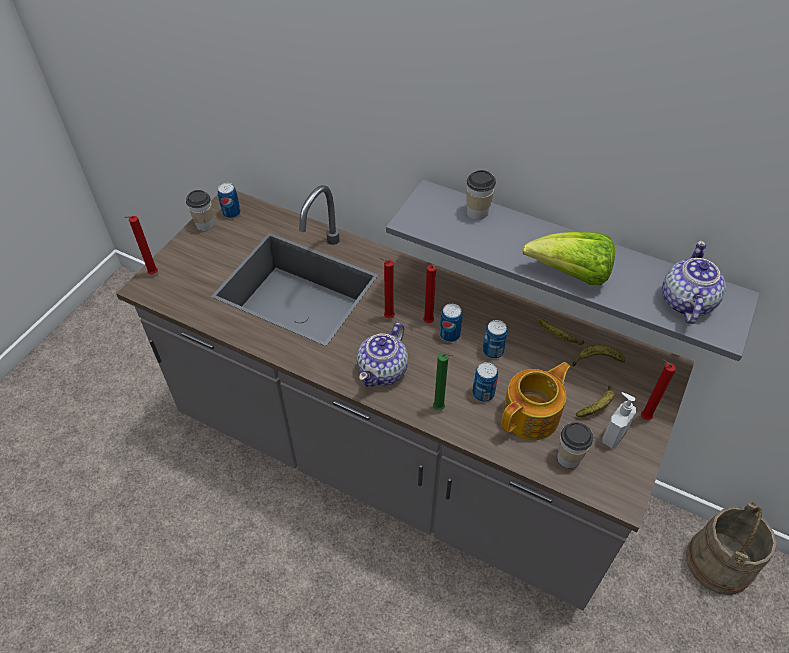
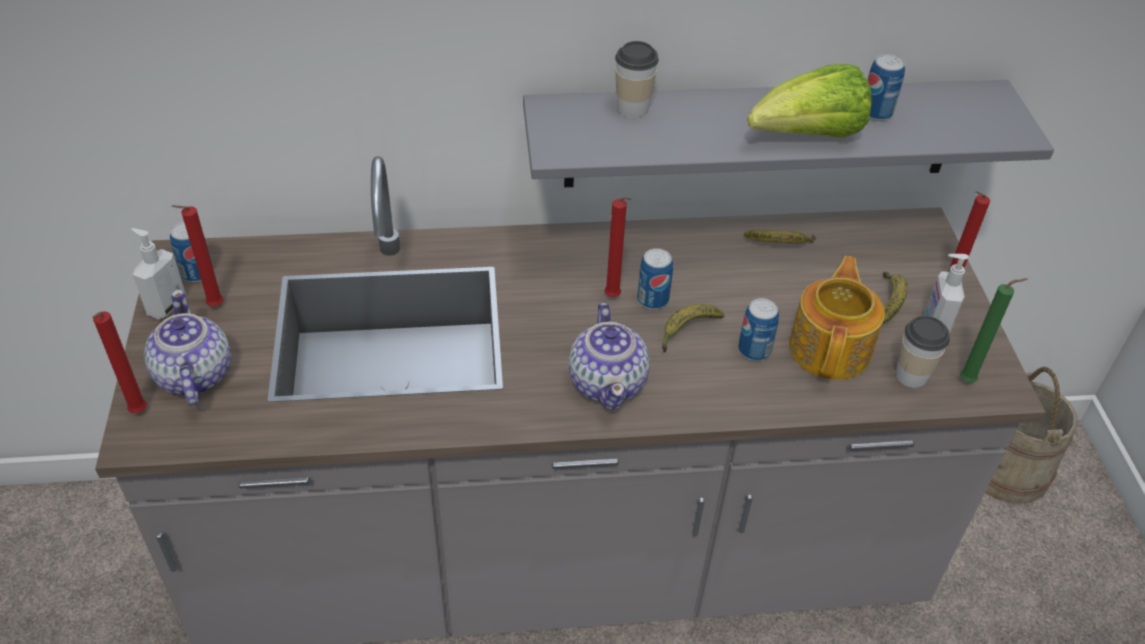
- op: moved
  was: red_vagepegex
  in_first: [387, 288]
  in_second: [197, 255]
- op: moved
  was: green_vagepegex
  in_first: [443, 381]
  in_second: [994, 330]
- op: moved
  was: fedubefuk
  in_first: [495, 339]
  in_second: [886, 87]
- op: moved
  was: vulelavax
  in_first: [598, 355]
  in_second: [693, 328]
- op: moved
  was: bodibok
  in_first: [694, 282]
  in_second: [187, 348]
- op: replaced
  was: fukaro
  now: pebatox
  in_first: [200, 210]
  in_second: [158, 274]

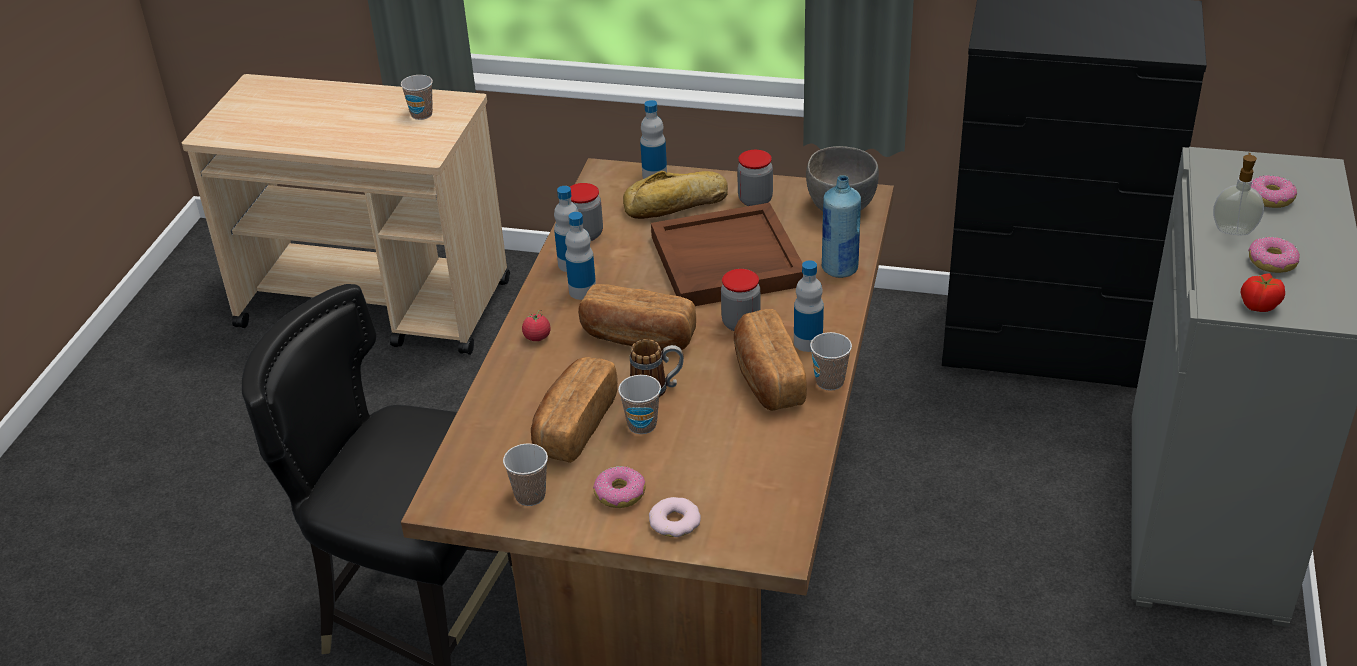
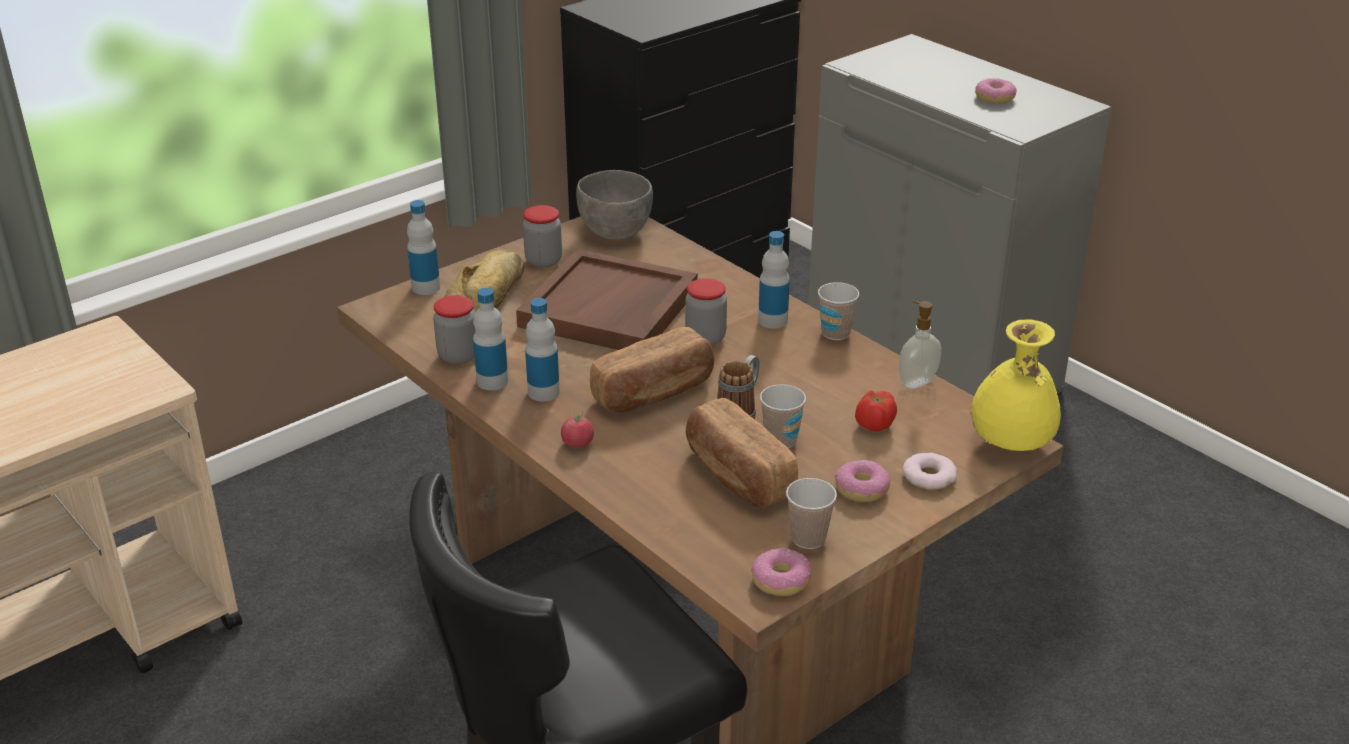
- op: removed
  was: fukaro
  in_first: [417, 97]
- op: removed
  was: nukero
  in_first: [770, 360]
- op: removed
  was: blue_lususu
  in_first: [841, 226]
- op: added
  now: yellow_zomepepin
  in_second: [1015, 385]
- op: moved
  was: pebatox
  in_first: [1238, 194]
  in_second: [920, 345]
- op: moved
  was: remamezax
  in_first: [1263, 293]
  in_second: [876, 411]
- op: moved
  was: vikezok
  in_first: [1274, 191]
  in_second: [781, 572]

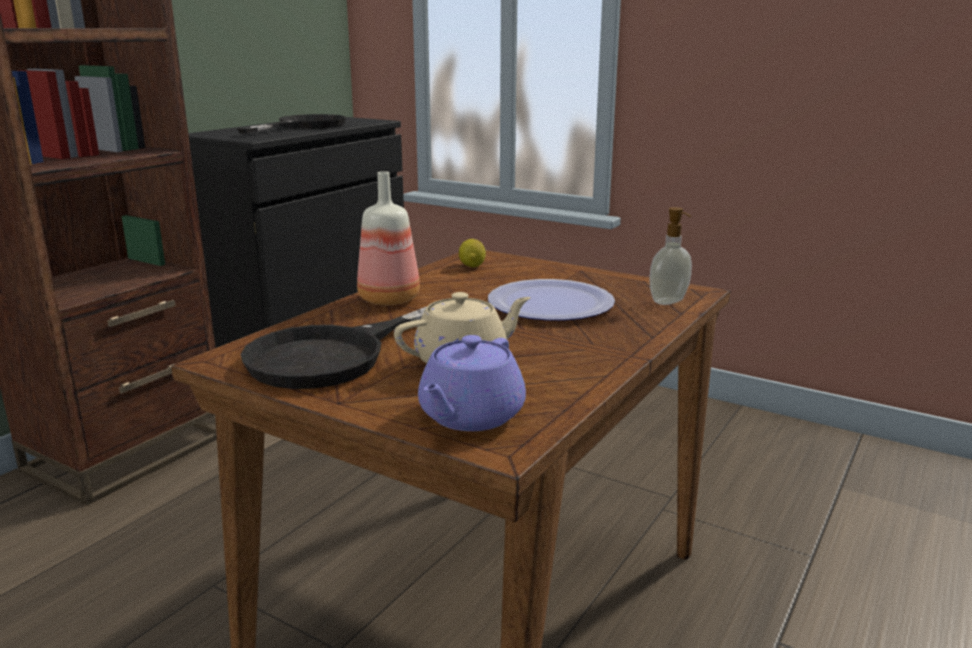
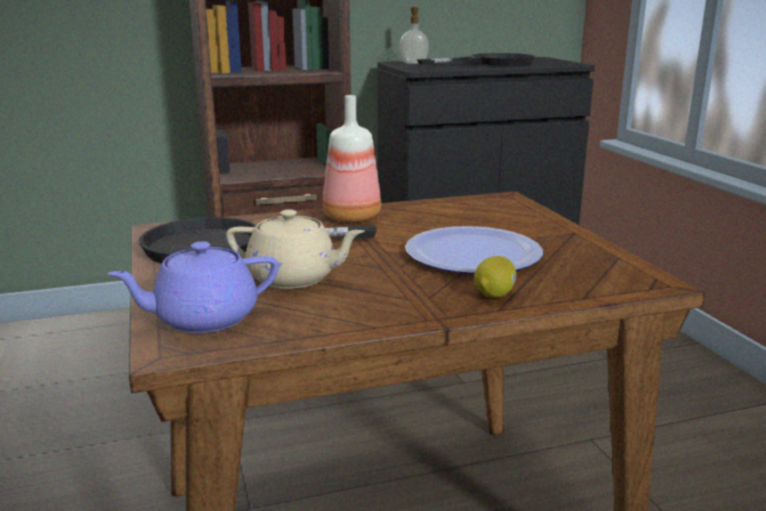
- op: moved
  was: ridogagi
  in_first: [472, 253]
  in_second: [495, 277]
- op: moved
  was: pebatox
  in_first: [671, 256]
  in_second: [414, 35]

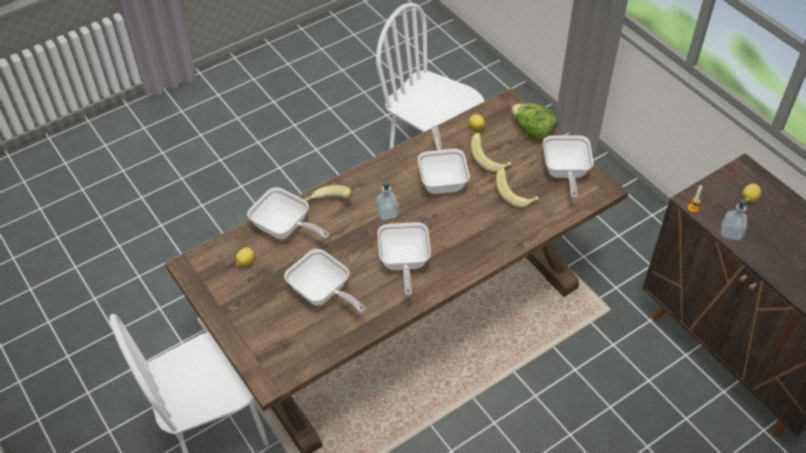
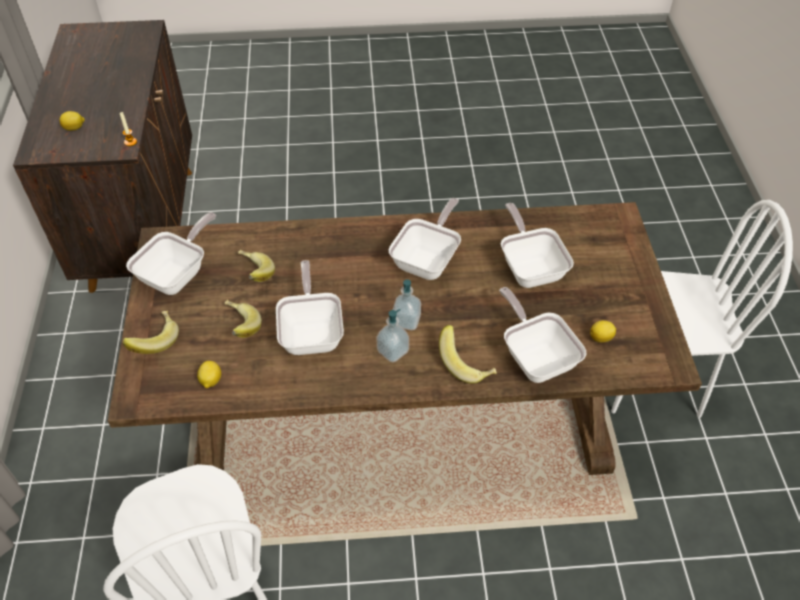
- op: moved
  was: pebatox
  in_first: [734, 220]
  in_second: [392, 335]
- op: replaced
  was: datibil
  now: vulelavax
  in_first: [534, 122]
  in_second: [151, 332]
- op: turned
  was: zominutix
  in_first: [444, 160]
  in_second: [310, 307]
  clockwise: 150

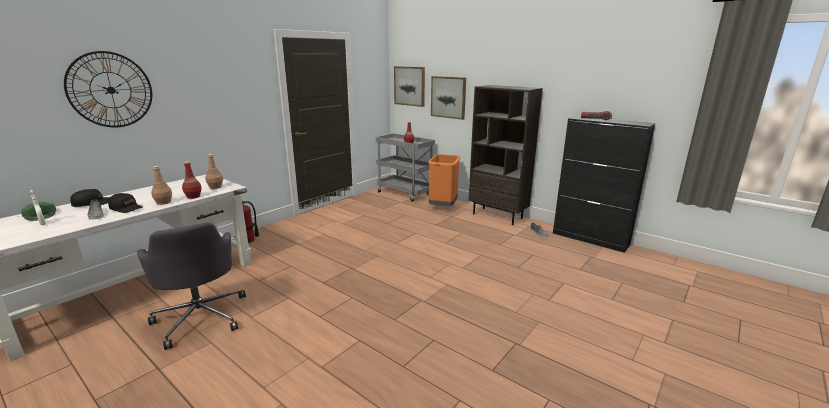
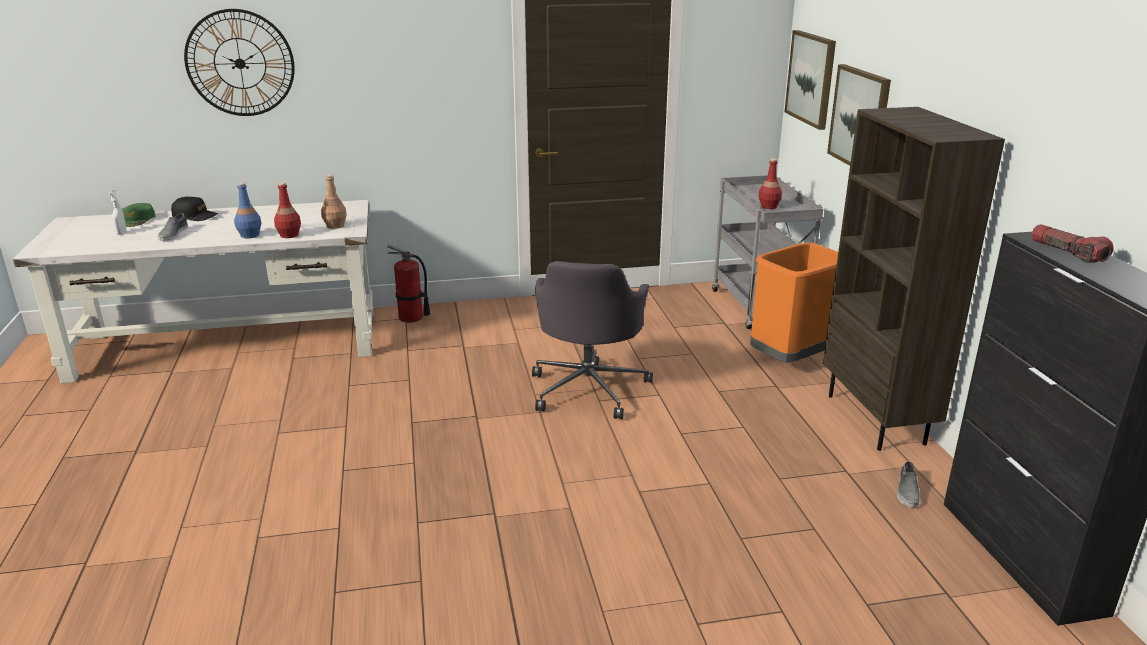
- op: removed
  was: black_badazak
  in_first: [125, 203]
- op: moved
  was: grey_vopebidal
  in_first: [191, 286]
  in_second: [592, 340]
- op: recoloured
  was: brown_lususu
  now: blue_lususu
  in_first: [161, 185]
  in_second: [248, 210]

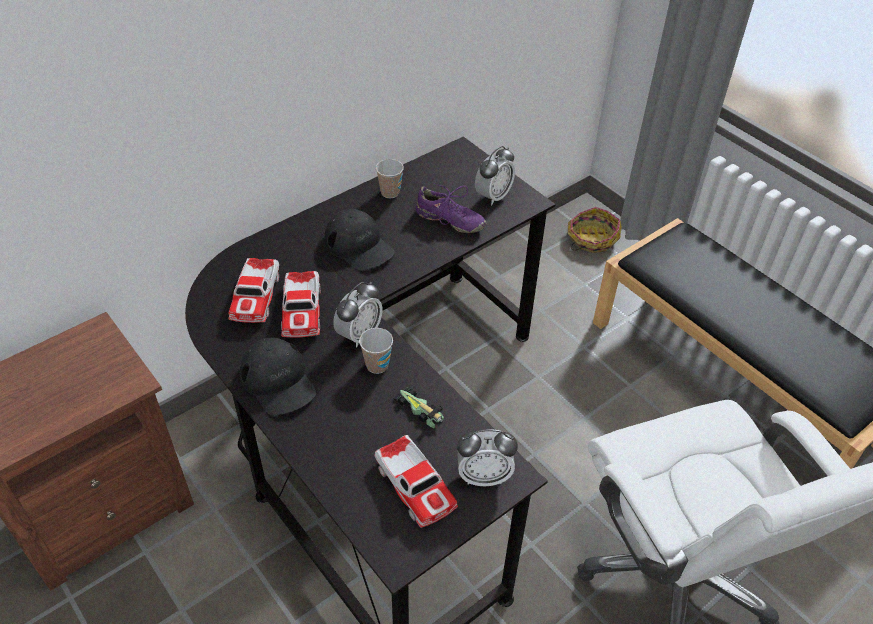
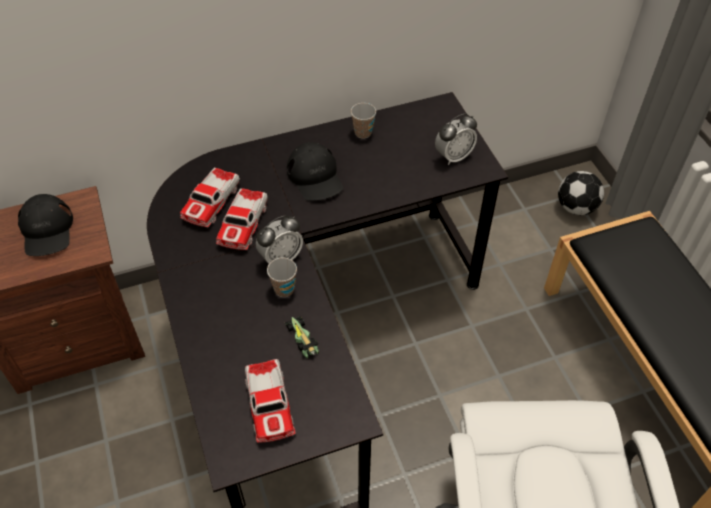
- op: removed
  was: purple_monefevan
  in_first: [451, 208]
- op: removed
  was: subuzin
  in_first: [487, 457]
- op: moved
  was: black_badazak
  in_first: [278, 376]
  in_second: [45, 225]
- op: replaced
  was: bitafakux
  now: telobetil
  in_first: [595, 230]
  in_second: [581, 193]

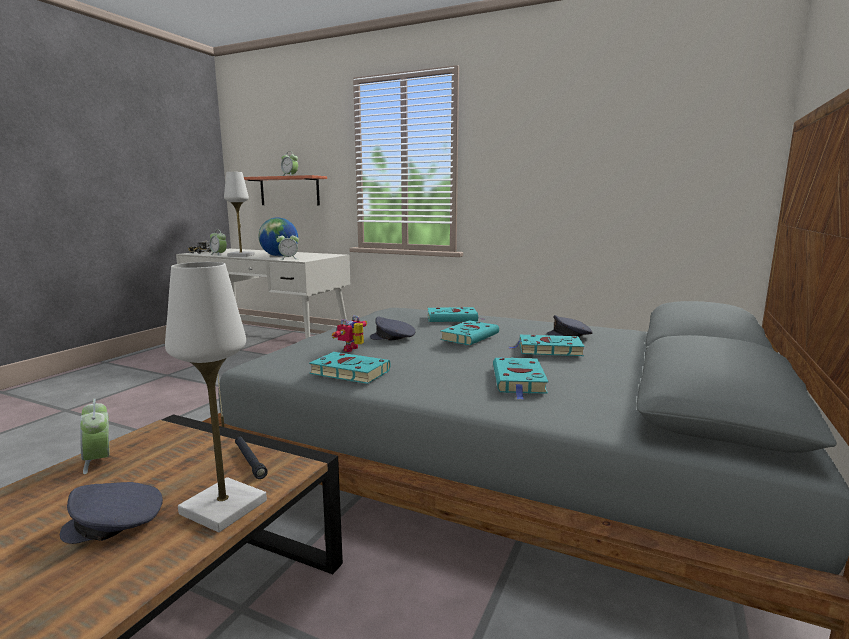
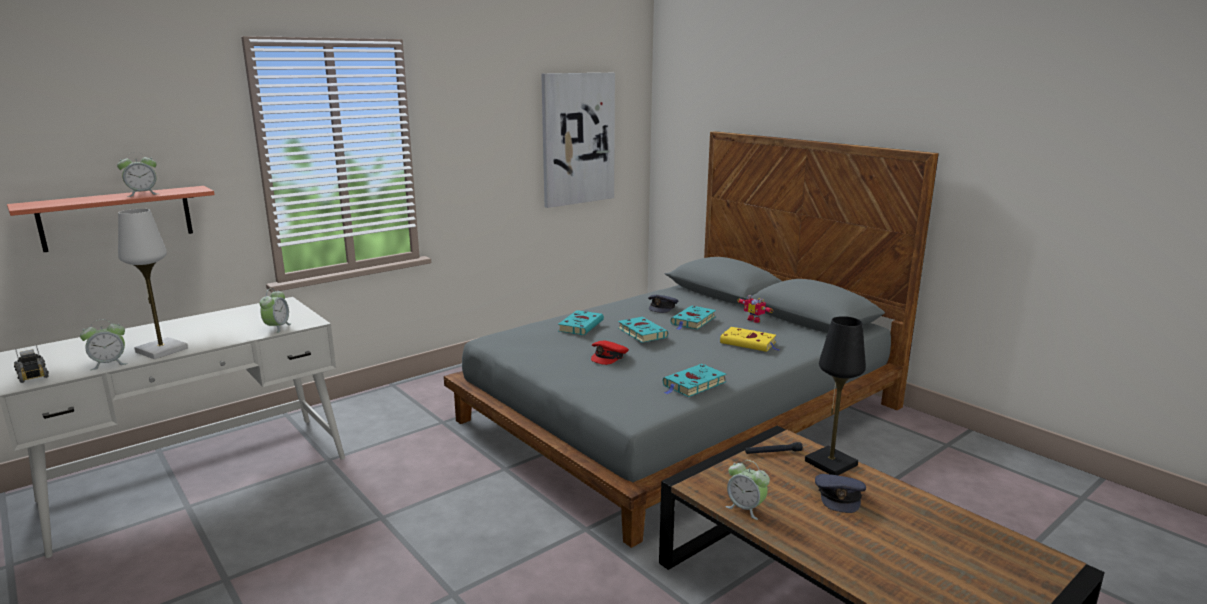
- op: removed
  was: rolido
  in_first: [278, 236]
- op: added
  now: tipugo
  in_second: [578, 140]
- op: moved
  was: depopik
  in_first: [349, 333]
  in_second: [755, 309]
- op: recoloured
  was: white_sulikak
  now: black_sulikak
  in_first: [216, 397]
  in_second: [835, 395]
- op: recoloured
  was: grey_badazak
  now: red_badazak
  in_first: [393, 328]
  in_second: [610, 353]
- op: recoloured
  was: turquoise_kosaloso
  now: yellow_kosaloso
  in_first: [521, 378]
  in_second: [750, 339]
- op: turned
  was: subuzin
  in_first: [94, 436]
  in_second: [747, 490]
  clockwise: 45

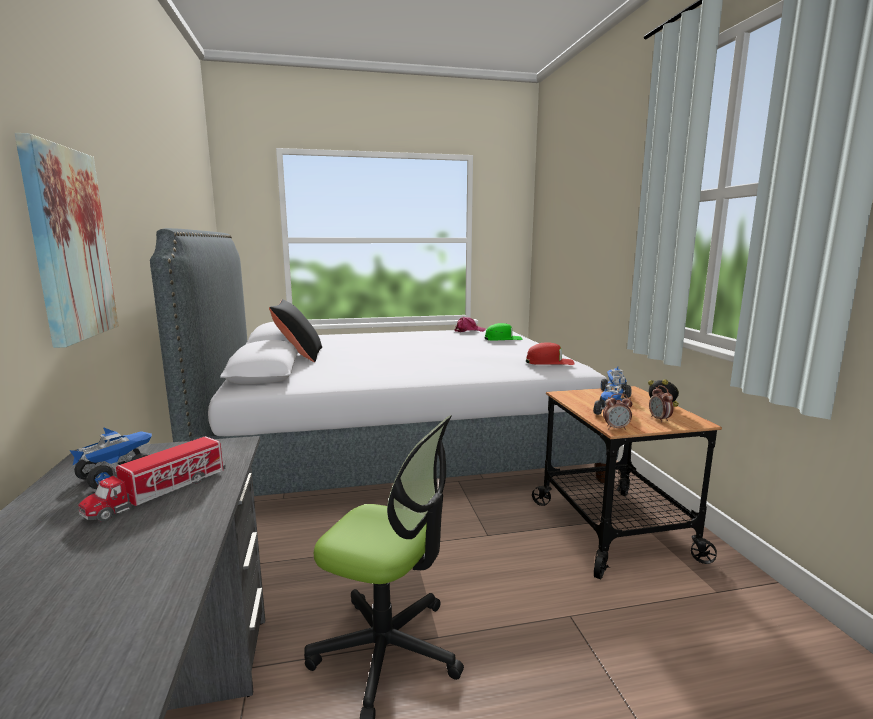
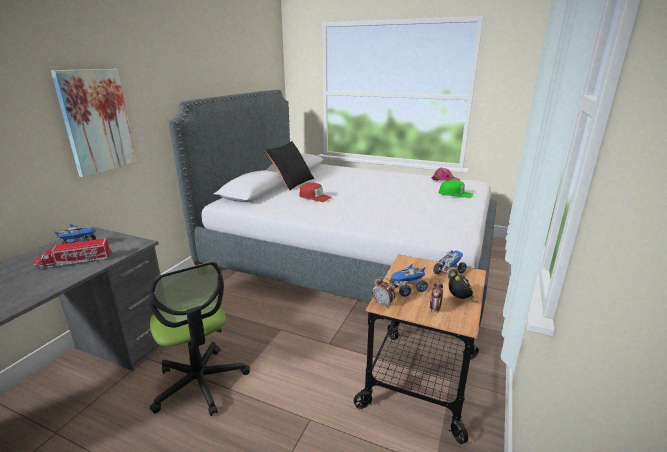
- op: moved
  was: red_badazak
  in_first: [550, 353]
  in_second: [315, 192]

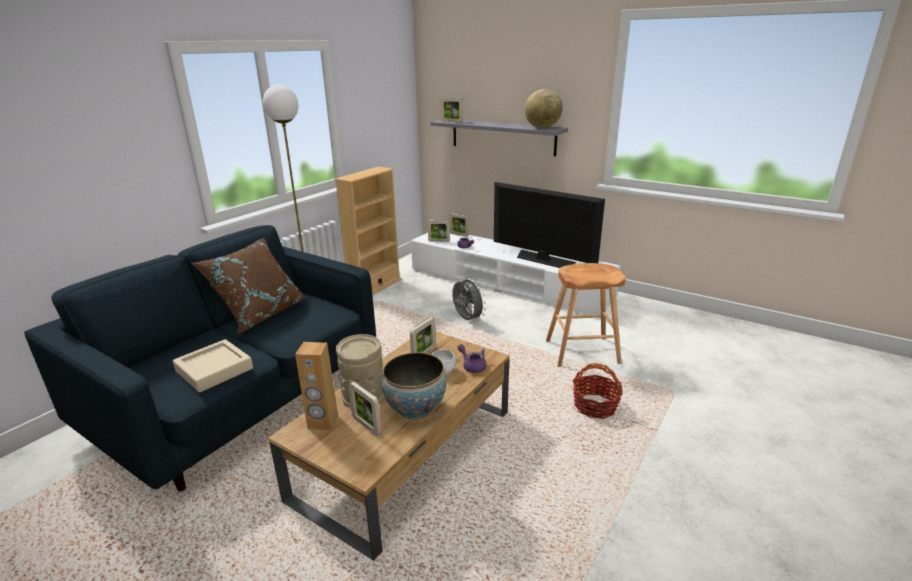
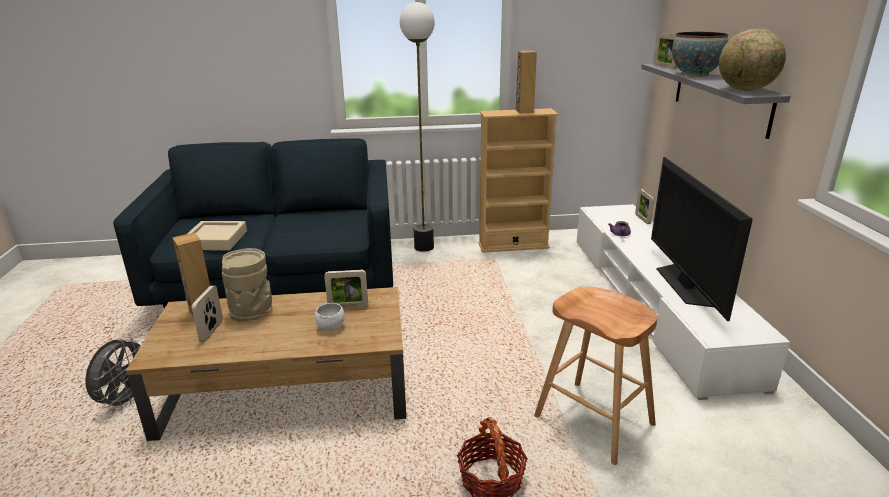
- op: removed
  was: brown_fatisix
  in_first: [248, 286]
- op: removed
  was: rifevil
  in_first: [439, 231]
- op: removed
  was: purple_bodibok
  in_first: [472, 358]
- op: added
  now: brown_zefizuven
  in_second: [526, 82]
- op: moved
  was: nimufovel
  in_first: [414, 386]
  in_second: [700, 54]
- op: moved
  was: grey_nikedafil
  in_first: [469, 298]
  in_second: [114, 373]

